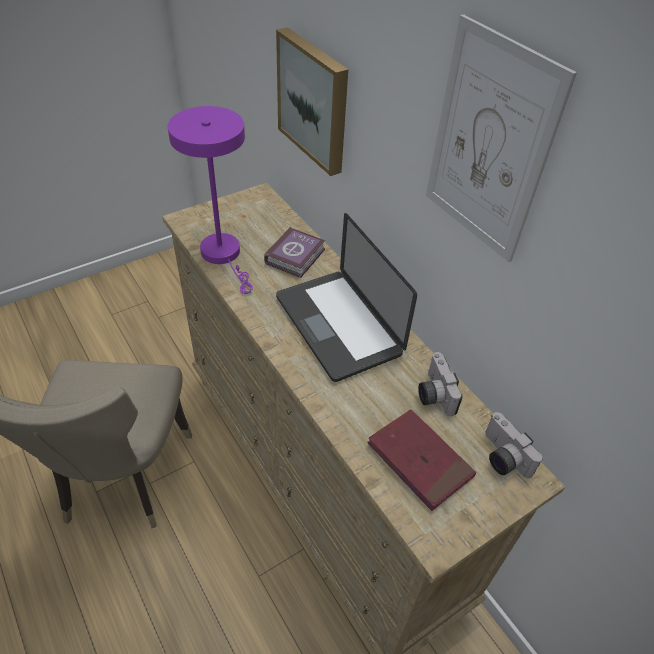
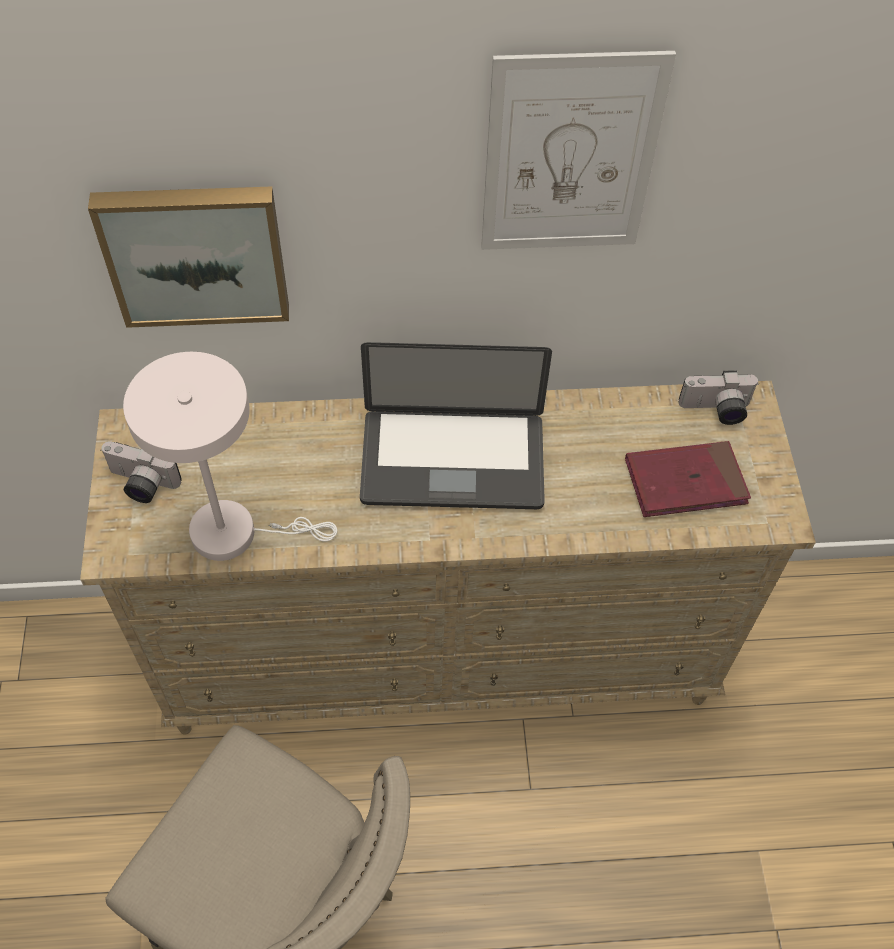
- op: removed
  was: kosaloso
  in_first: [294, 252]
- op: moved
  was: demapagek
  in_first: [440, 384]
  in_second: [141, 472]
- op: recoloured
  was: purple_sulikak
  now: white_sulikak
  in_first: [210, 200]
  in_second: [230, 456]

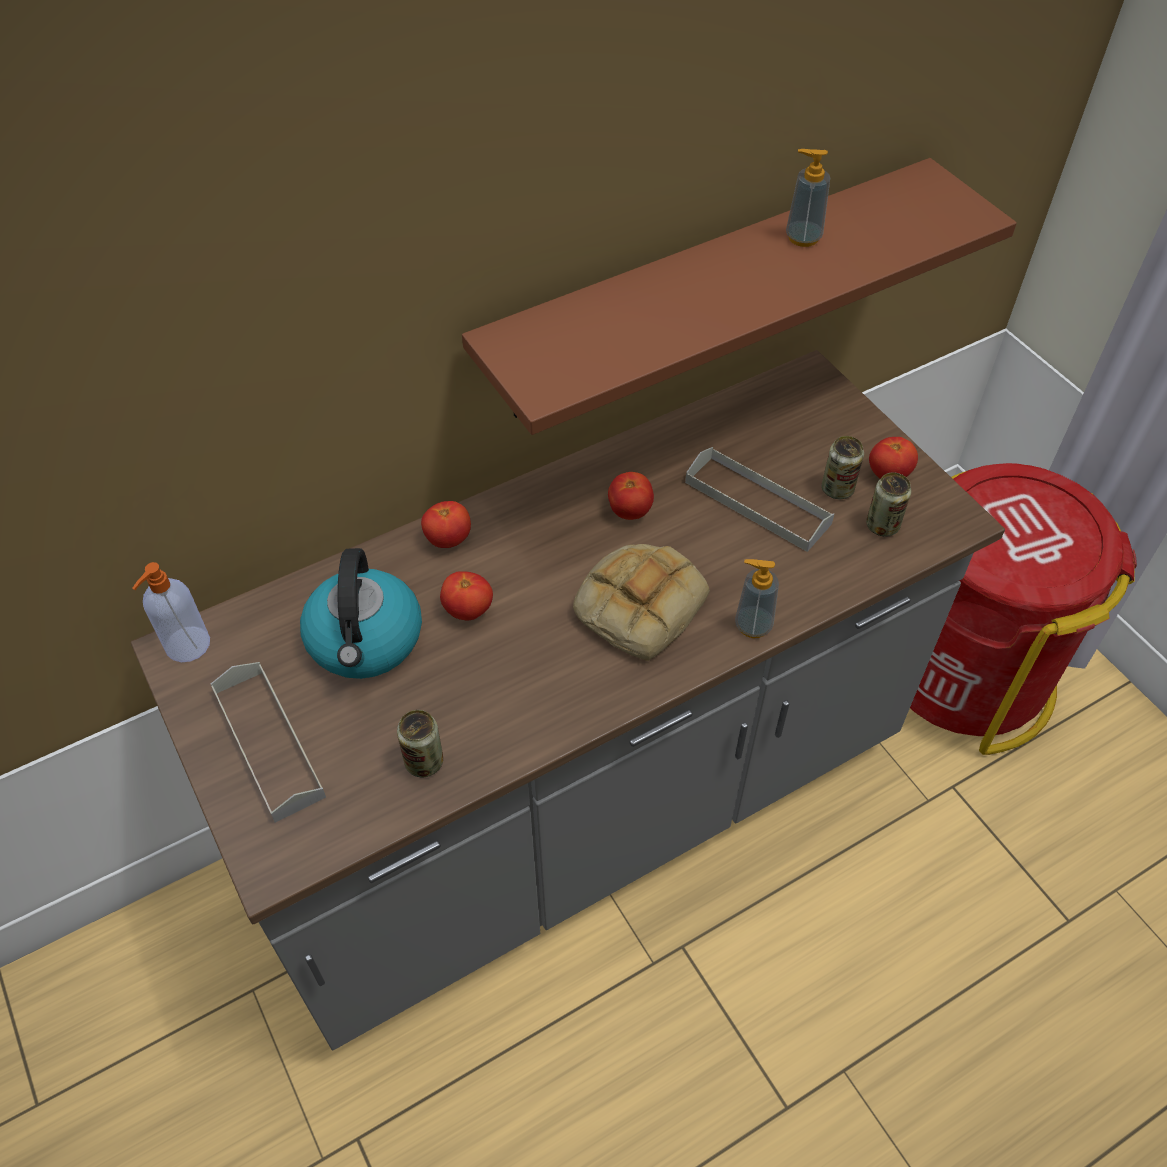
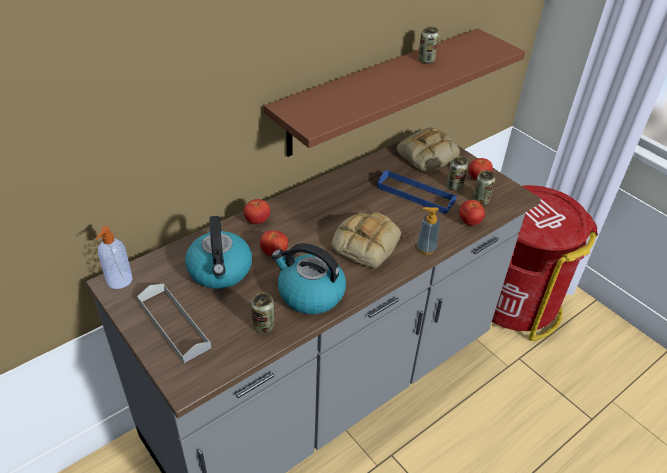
- op: added
  now: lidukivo
  in_second: [308, 278]
- op: added
  now: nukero
  in_second: [428, 149]
- op: moved
  was: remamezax
  in_first: [631, 496]
  in_second: [472, 213]
- op: replaced
  was: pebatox
  now: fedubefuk
  in_first: [808, 198]
  in_second: [428, 45]
- op: recoloured
  was: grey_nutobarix
  now: blue_nutobarix
  in_first: [759, 499]
  in_second: [417, 192]

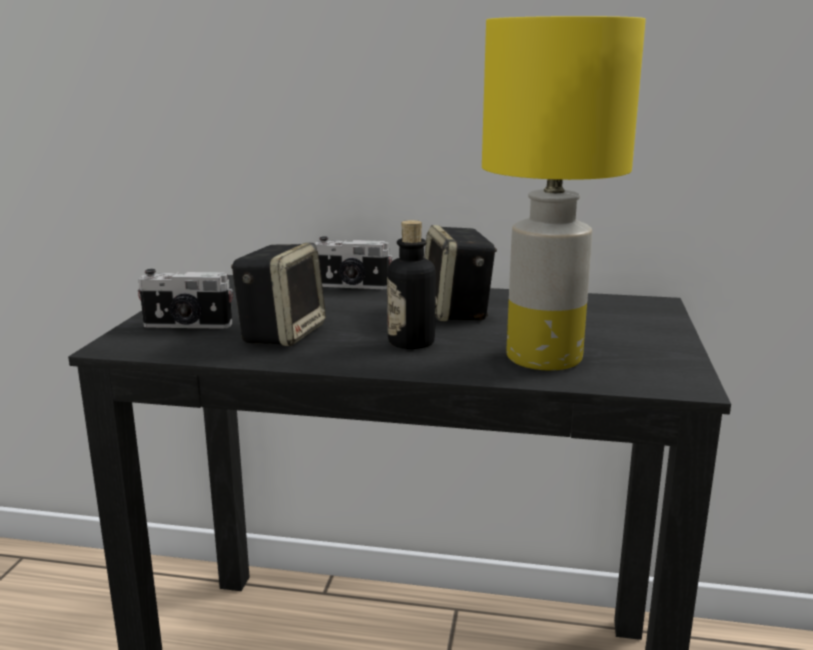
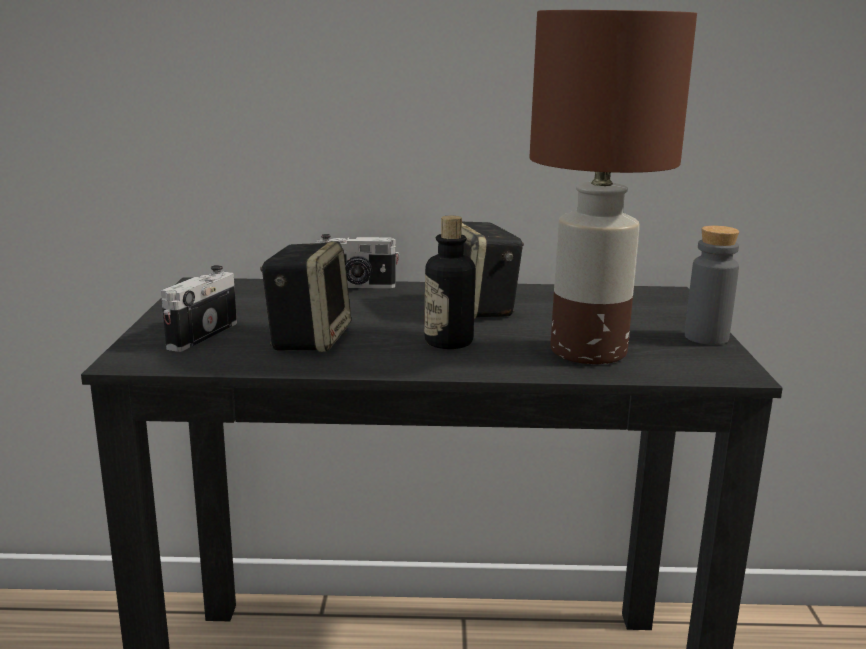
- op: added
  now: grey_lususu
  in_second: [712, 285]
- op: recoloured
  was: yellow_sulikak
  now: brown_sulikak
  in_first: [564, 193]
  in_second: [613, 187]
- op: turned
  was: demapagek
  in_first: [185, 299]
  in_second: [199, 308]
  clockwise: 120

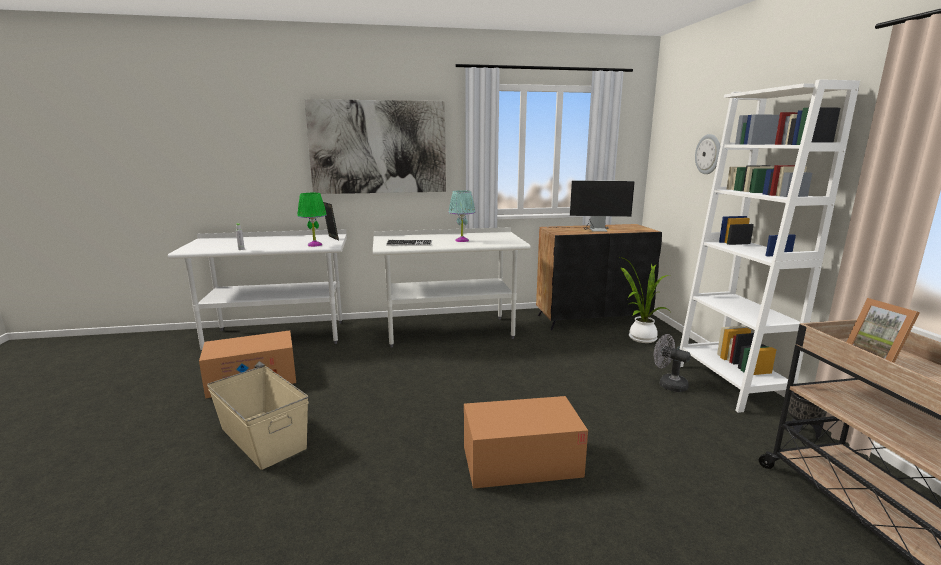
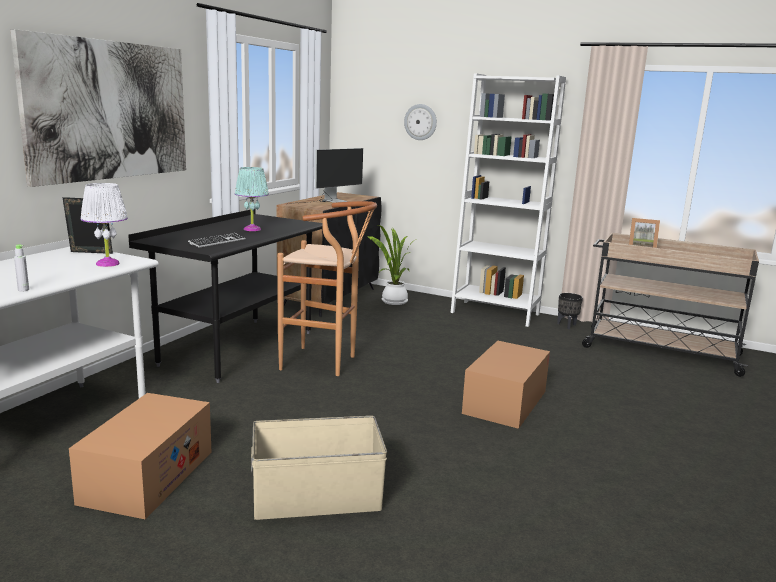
- op: removed
  was: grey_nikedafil
  in_first: [672, 363]
- op: added
  now: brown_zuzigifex
  in_second: [327, 288]
- op: recoloured
  was: green_sulikak
  now: white_sulikak
  in_first: [312, 220]
  in_second: [104, 225]
- op: recoloured
  was: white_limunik
  now: black_limunik
  in_first: [452, 287]
  in_second: [225, 296]

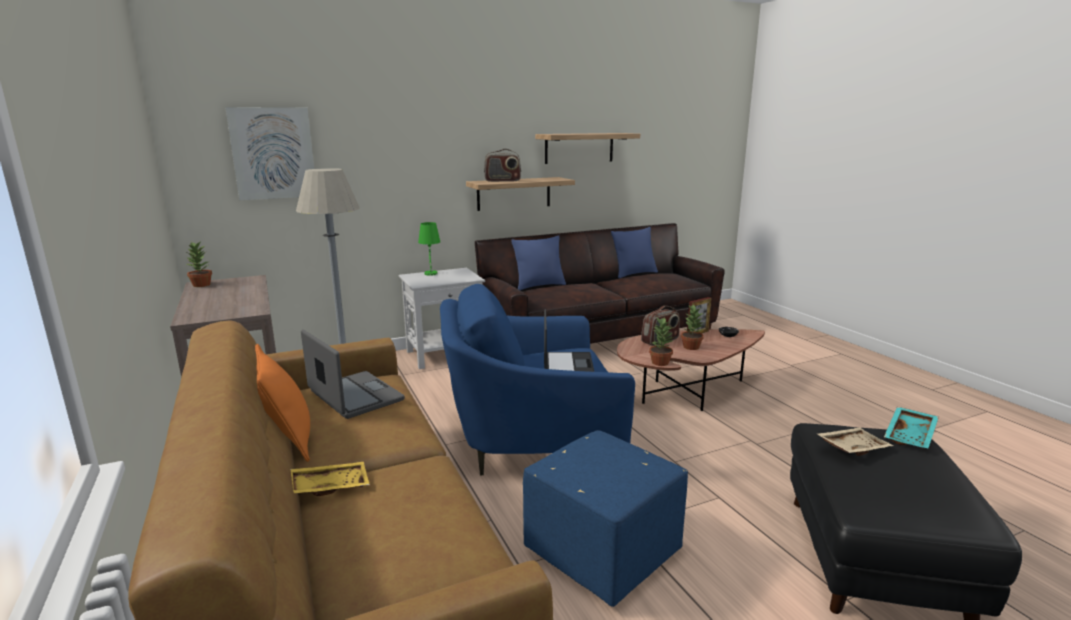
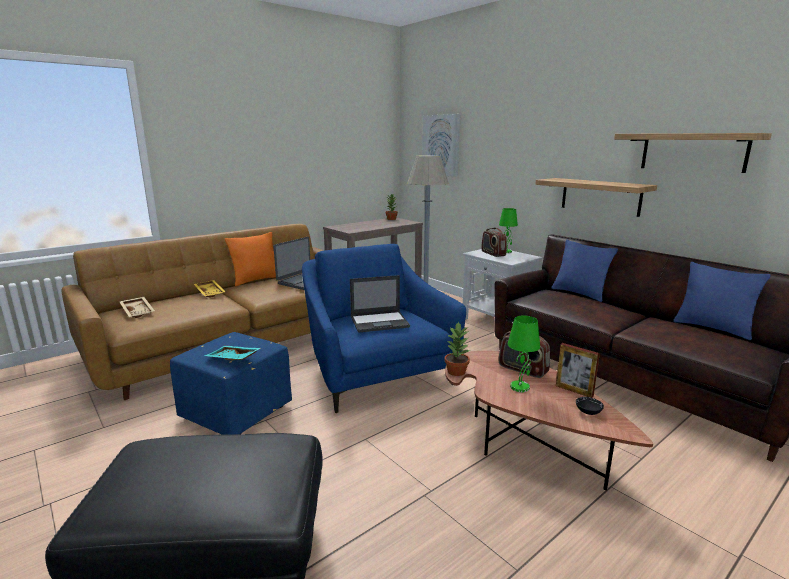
- op: moved
  was: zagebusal
  in_first: [502, 165]
  in_second: [494, 242]
- op: moved
  was: beige_nutobarix
  in_first: [855, 441]
  in_second: [137, 307]
- op: moved
  was: turquoise_nutobarix
  in_first: [911, 427]
  in_second: [233, 353]
- op: replaced
  was: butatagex
  now: green_sulikak
  in_first: [692, 327]
  in_second: [524, 354]

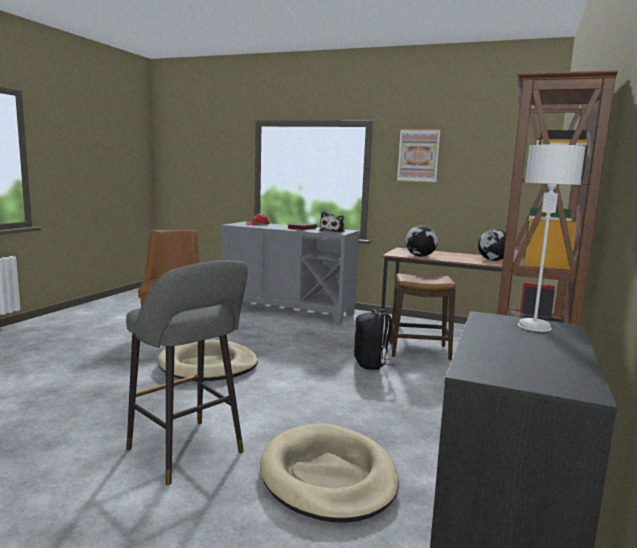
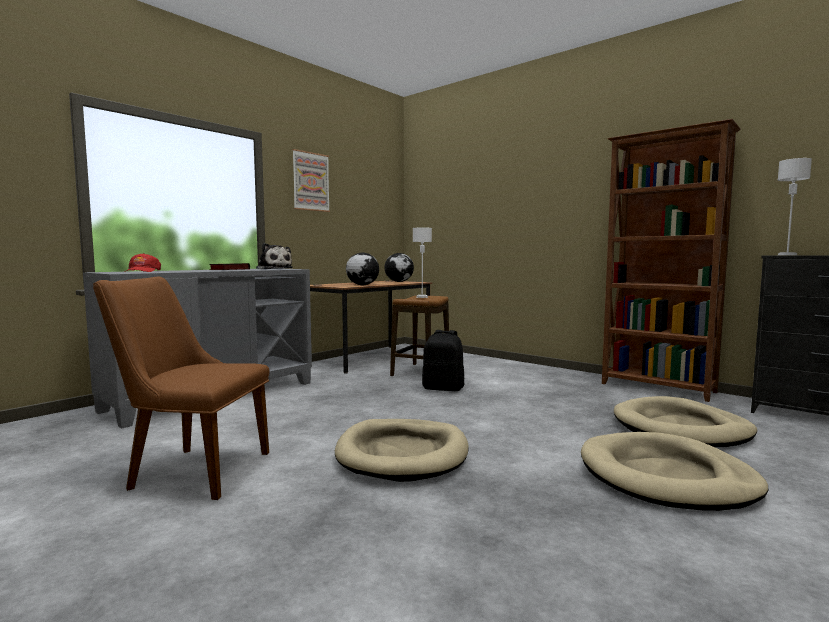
- op: added
  now: white_sulikak
  in_second: [422, 262]
- op: replaced
  was: grey_zuzigifex
  now: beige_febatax
  in_first: [187, 372]
  in_second: [674, 471]

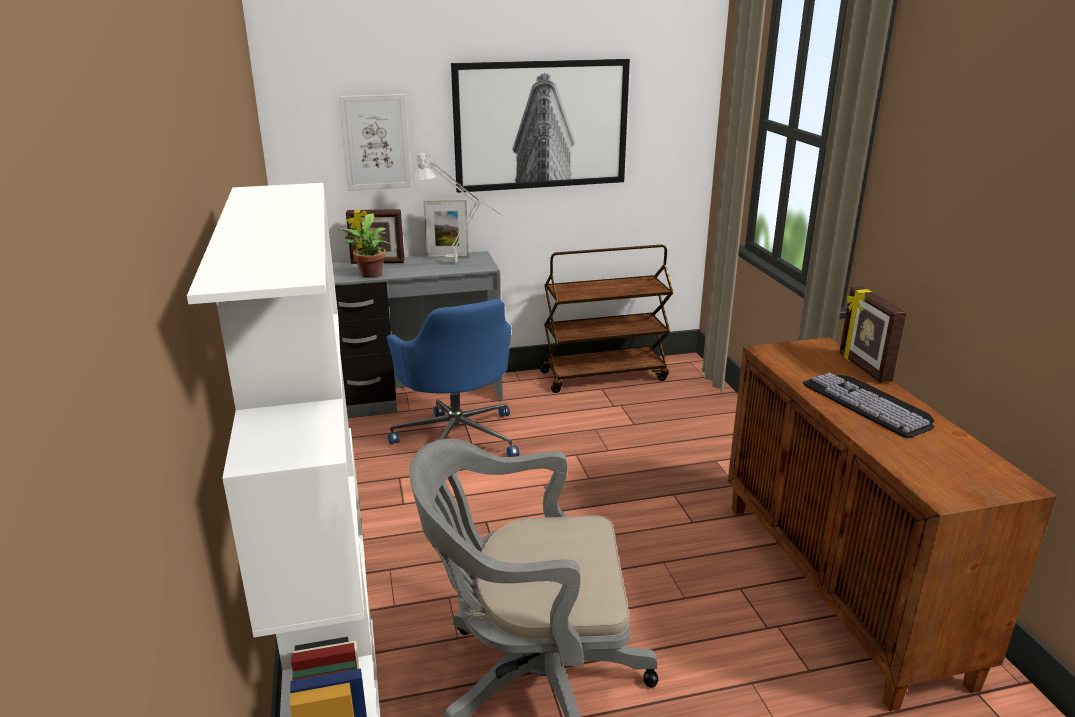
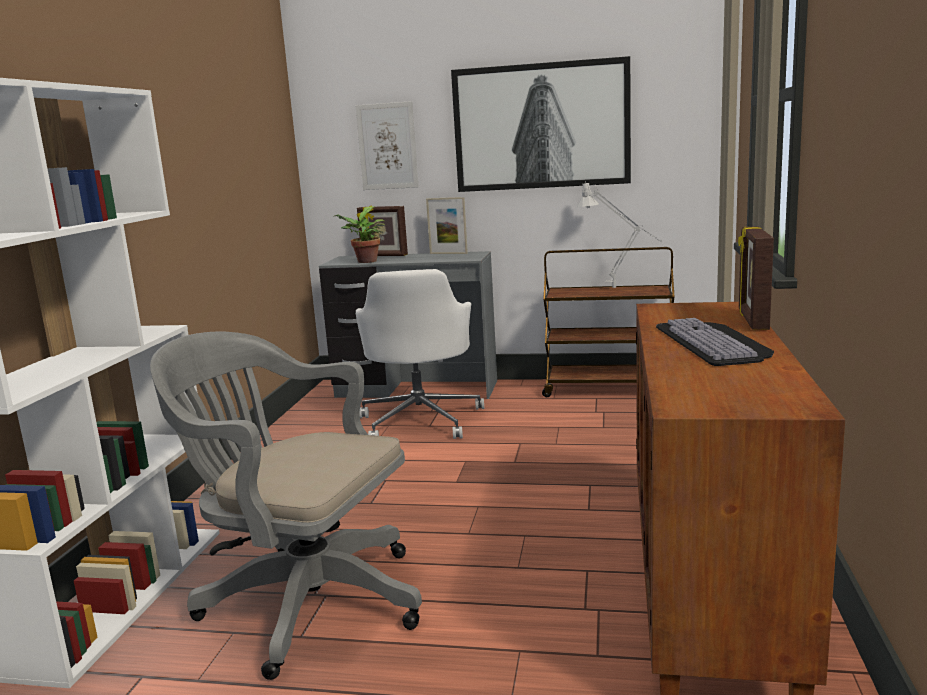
- op: moved
  was: grey_sulikak
  in_first: [458, 207]
  in_second: [619, 234]
- op: recoloured
  was: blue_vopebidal
  now: white_vopebidal
  in_first: [452, 378]
  in_second: [420, 354]

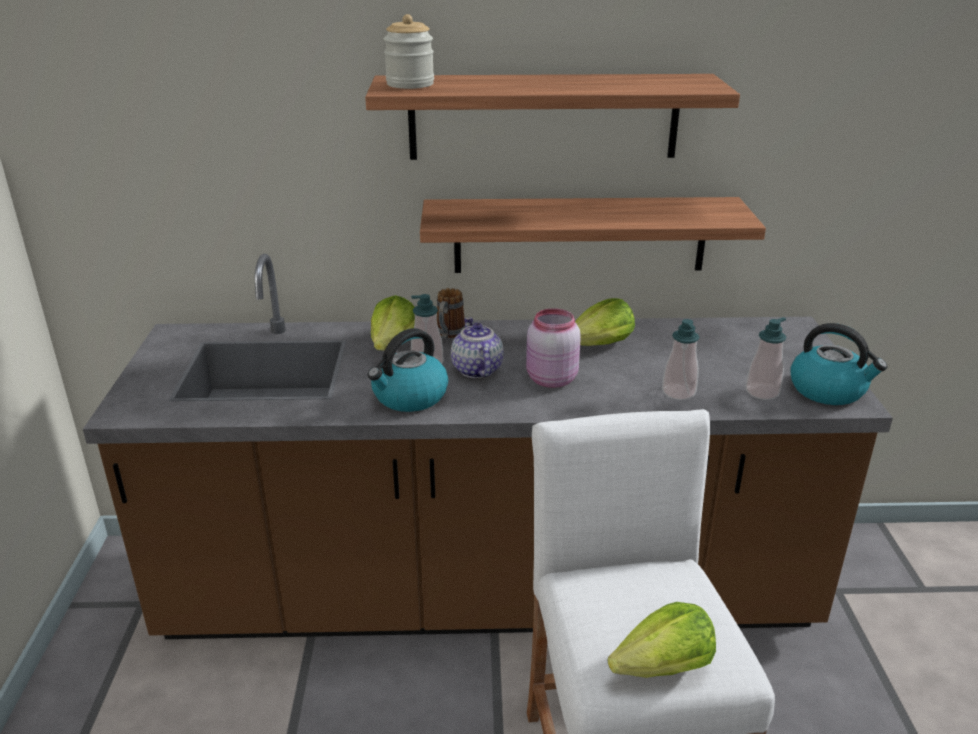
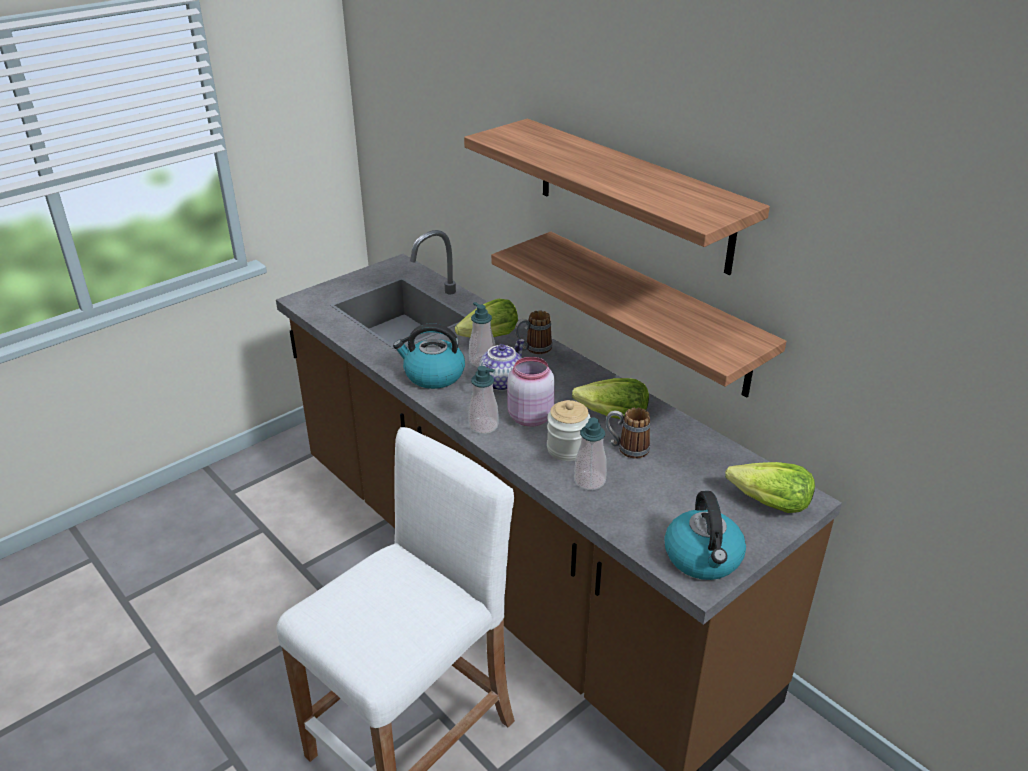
- op: added
  now: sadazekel
  in_second: [628, 433]
- op: moved
  was: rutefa
  in_first: [409, 51]
  in_second: [569, 430]
- op: moved
  was: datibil
  in_first: [662, 640]
  in_second: [770, 487]
- op: moved
  was: pebatox
  in_first: [765, 358]
  in_second: [483, 400]

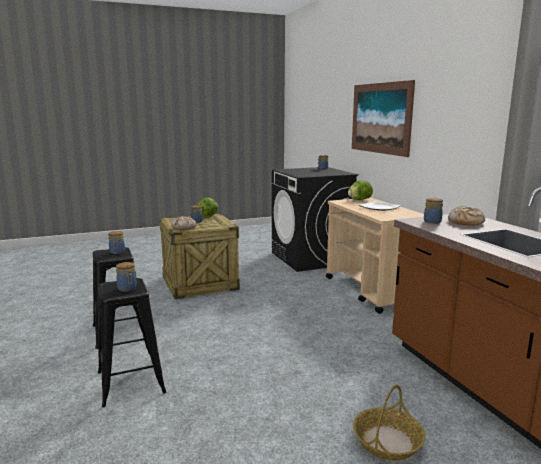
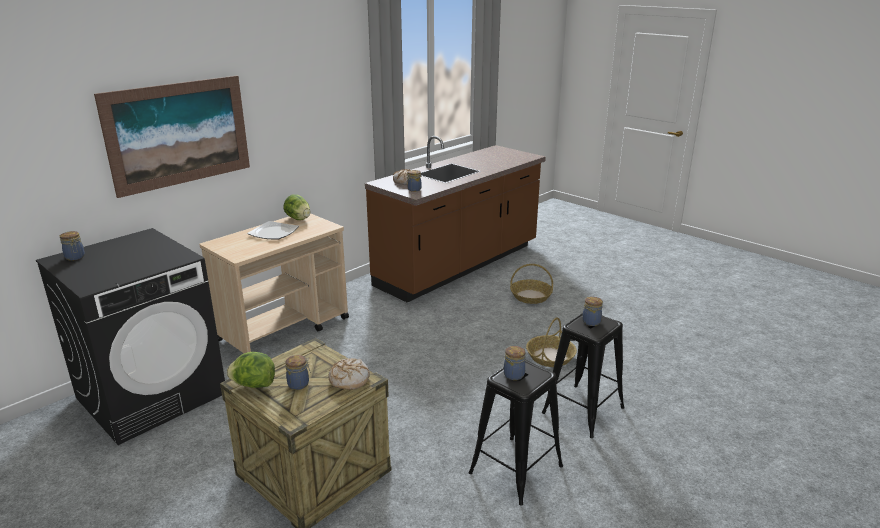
- op: added
  now: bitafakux
  in_second: [551, 342]
- op: moved
  was: datibil
  in_first: [360, 190]
  in_second: [297, 207]

